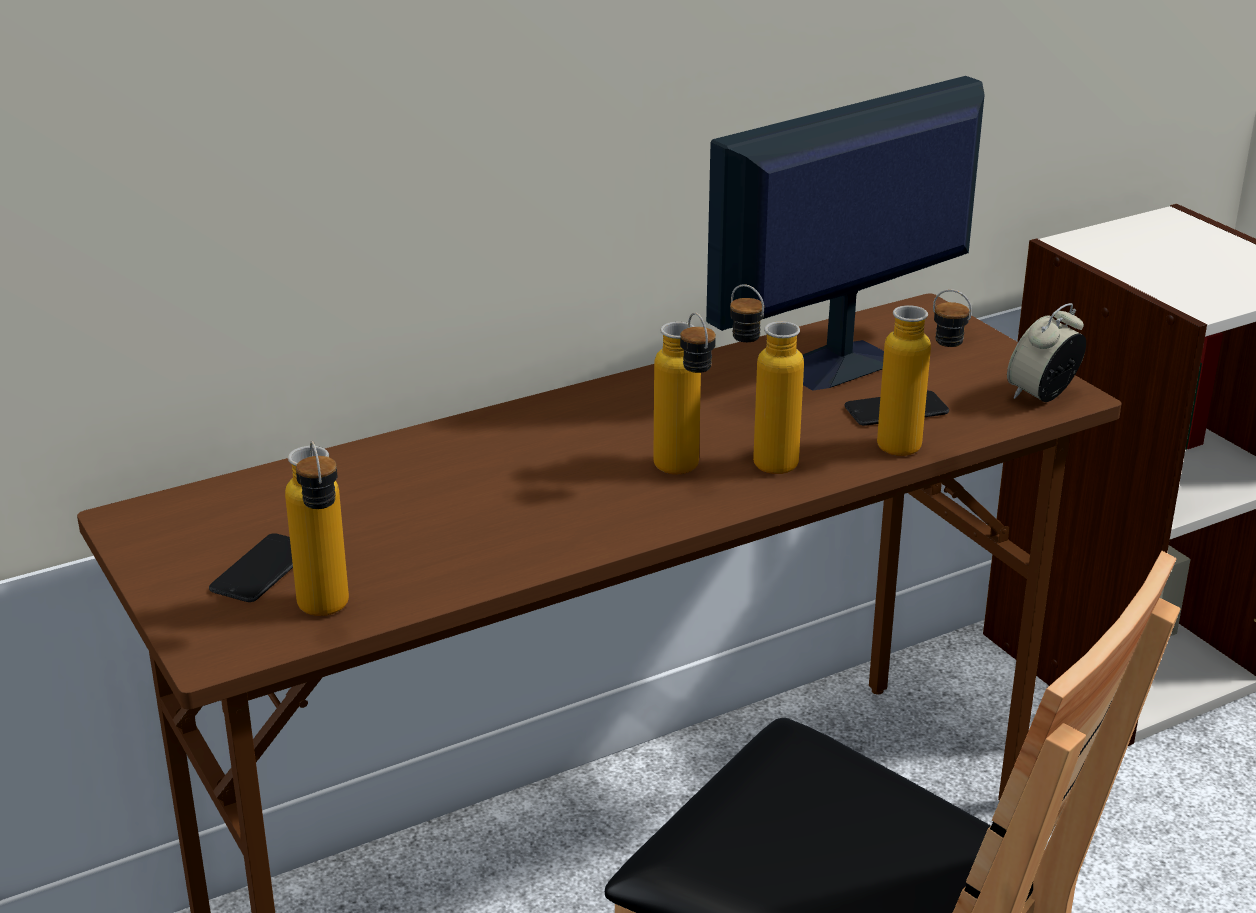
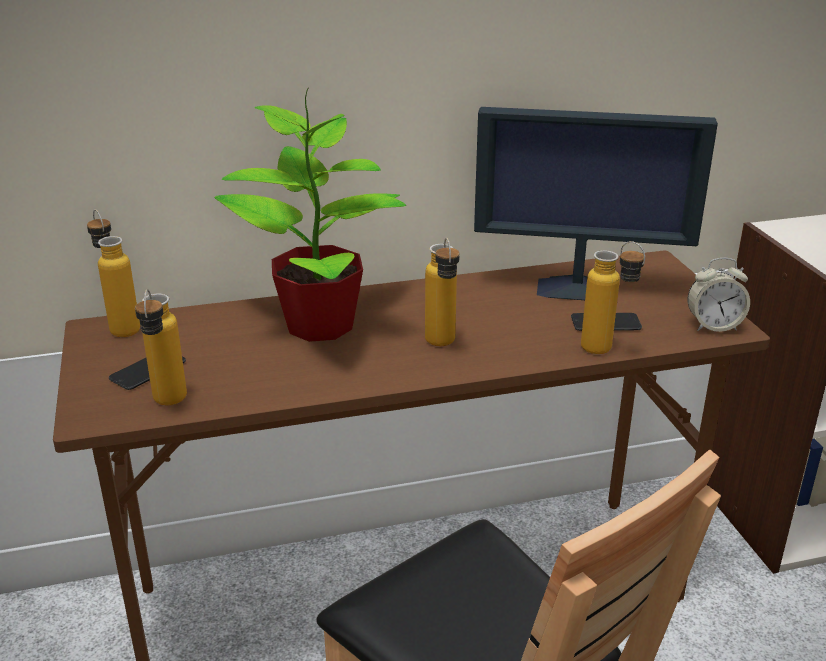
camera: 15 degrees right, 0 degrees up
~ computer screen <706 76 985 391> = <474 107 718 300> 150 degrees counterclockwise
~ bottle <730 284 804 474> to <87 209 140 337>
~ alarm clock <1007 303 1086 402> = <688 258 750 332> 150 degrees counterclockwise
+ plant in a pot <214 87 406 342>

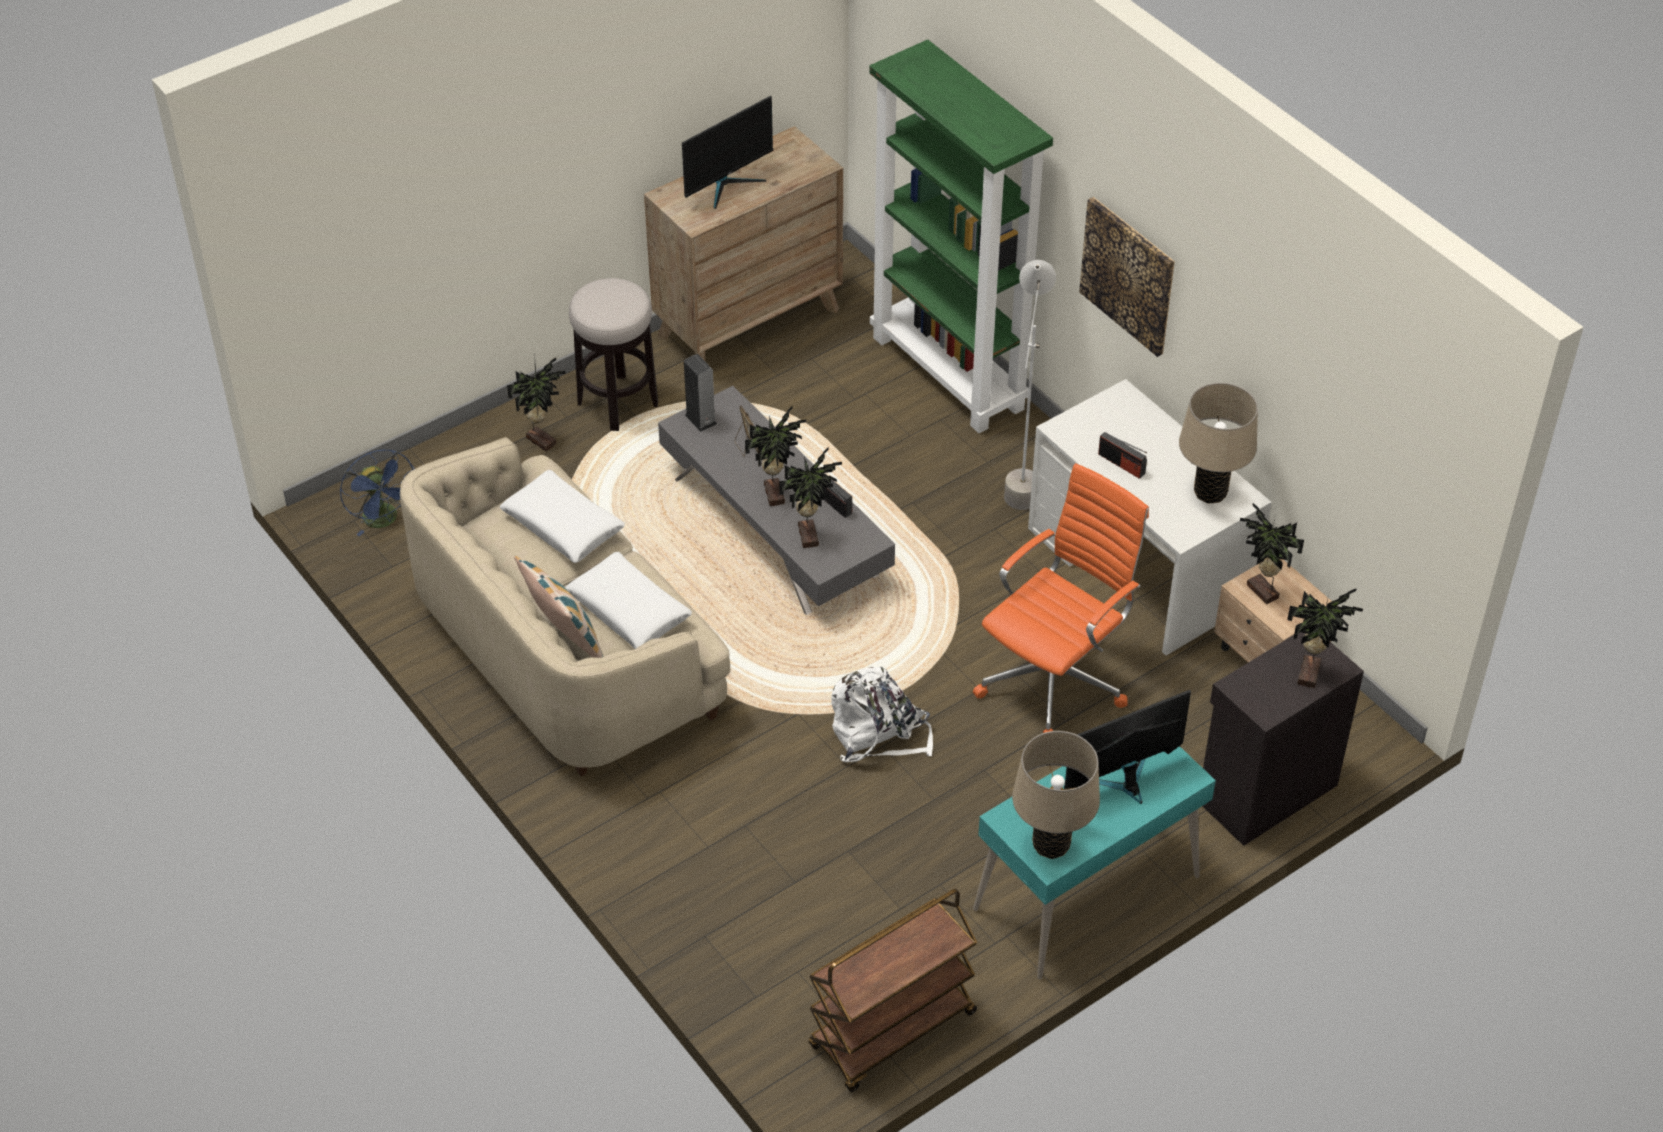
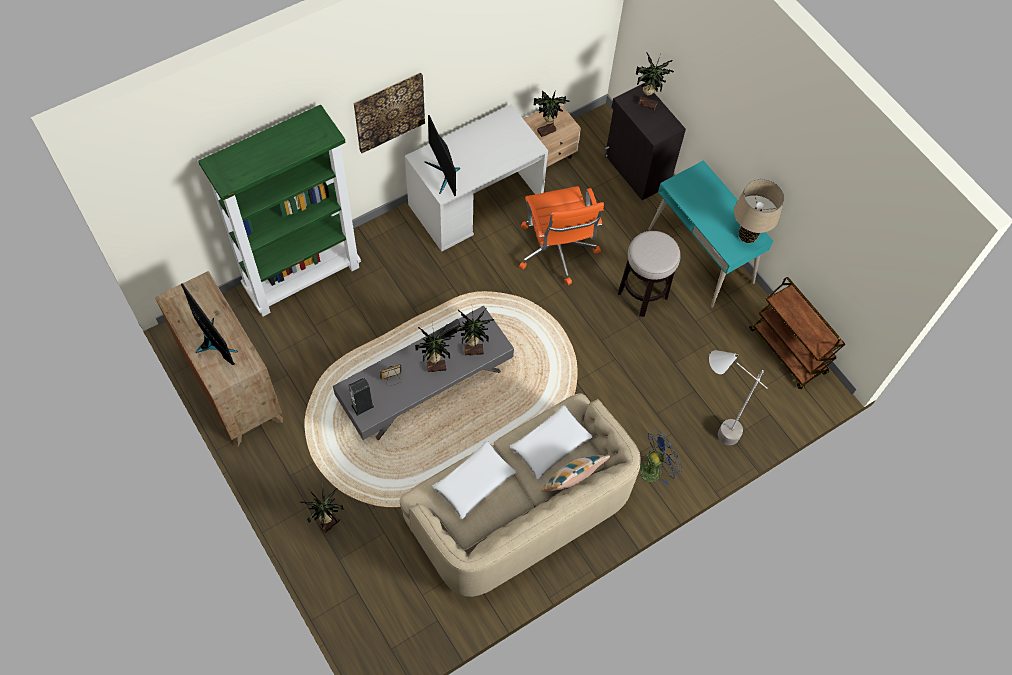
camera: 90 degrees left, 15 degrees up
~ fan (bluish) <340 450 415 536> to <639 429 682 485>
~ sitting stool <569 278 658 431> to <618 231 681 317>
- rucksack (white) <831 667 933 762>
~ office chair (orange) <973 463 1149 733> = <519 186 604 285> 150 degrees counterclockwise
~ standing lamp (greyish) <1004 260 1056 510> to <709 350 768 445>
~ computer screen <1064 690 1191 804> to <425 115 460 196>
- radio <1098 432 1147 479>
- tabletop lamp (beige-coloured) <1179 383 1258 504>

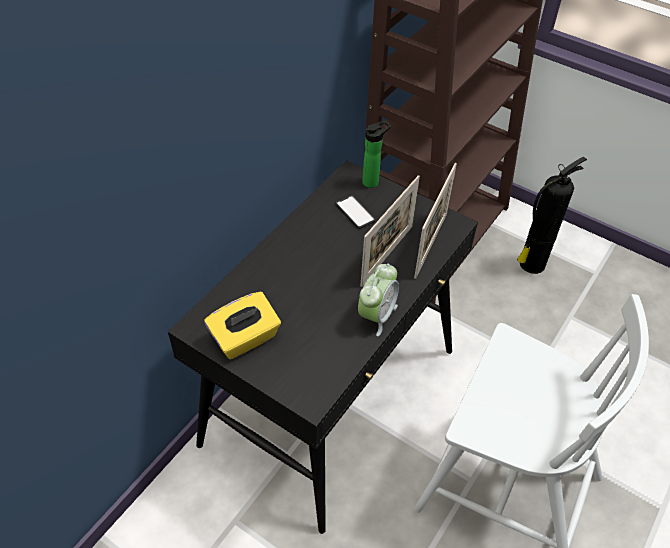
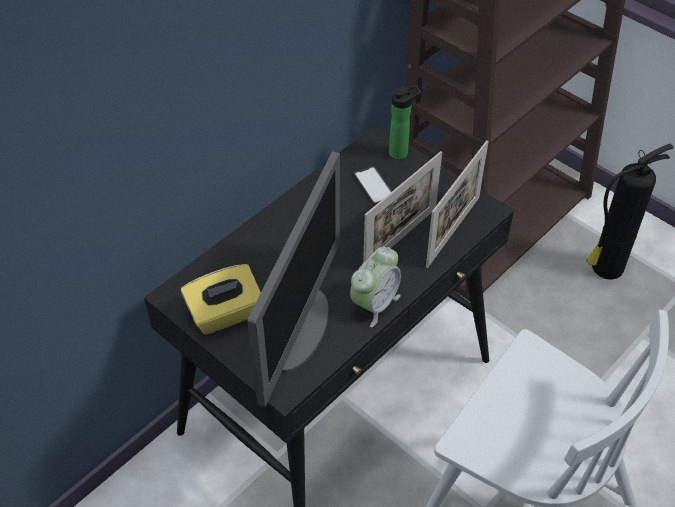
camera: 10 degrees right, 0 degrees up
+ computer screen <247 151 340 407>

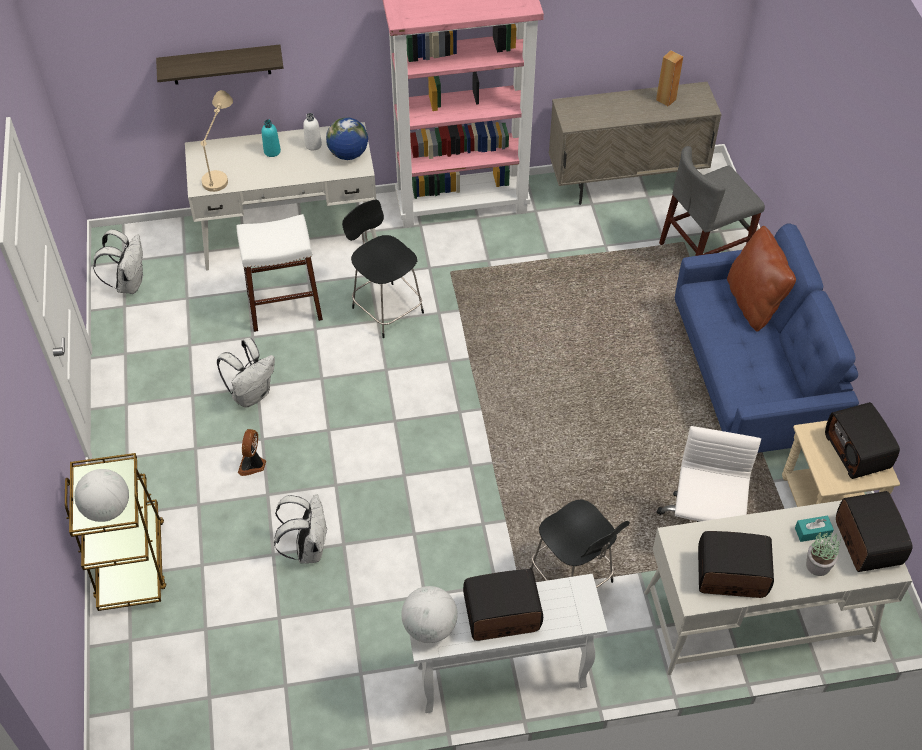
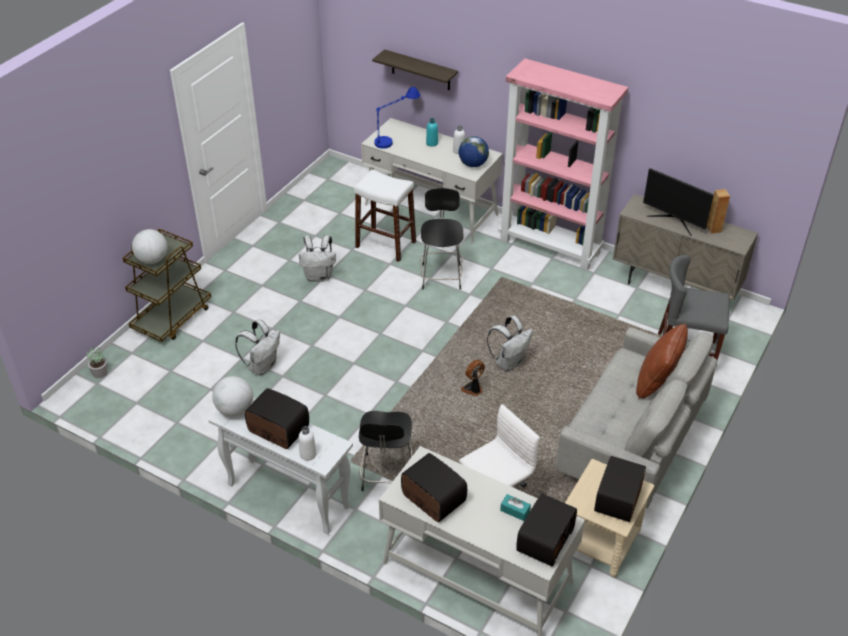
camera: 40 degrees right, 10 degrees down
~ rucksack (white) <93 229 143 294> to <487 316 533 371>
~ tabletop lamp (beige-coloured) <201 90 233 192> to tabletop lamp (bluish) <374 87 420 149>
~ fan <238 429 266 476> to <461 359 485 396>
~ sofa (bluish) <675 223 859 453> to sofa (greyish) <556 327 717 508>
~ plant in a pot <806 532 841 576> to <86 346 108 378>
+ bottle (white) <299 426 317 461>
+ computer screen <643 168 714 236>

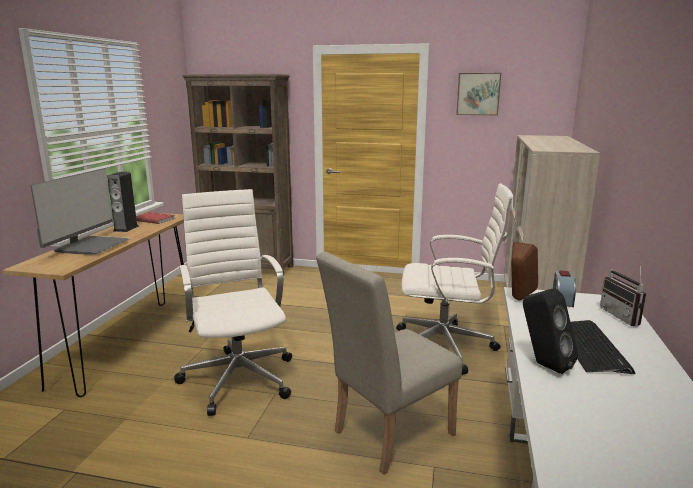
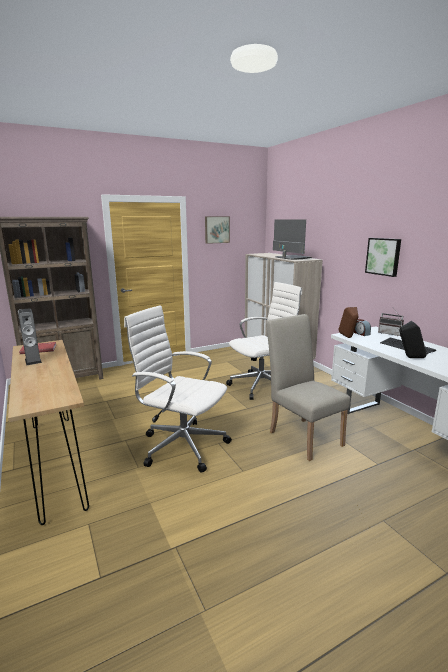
camera: 40 degrees left, 0 degrees up
~ computer screen <30 169 129 255> to <273 219 312 260>
~ plain chair (beige-coloured) <316 252 462 475> = <266 314 351 461> 135 degrees clockwise
+ wall picture <365 238 401 277>

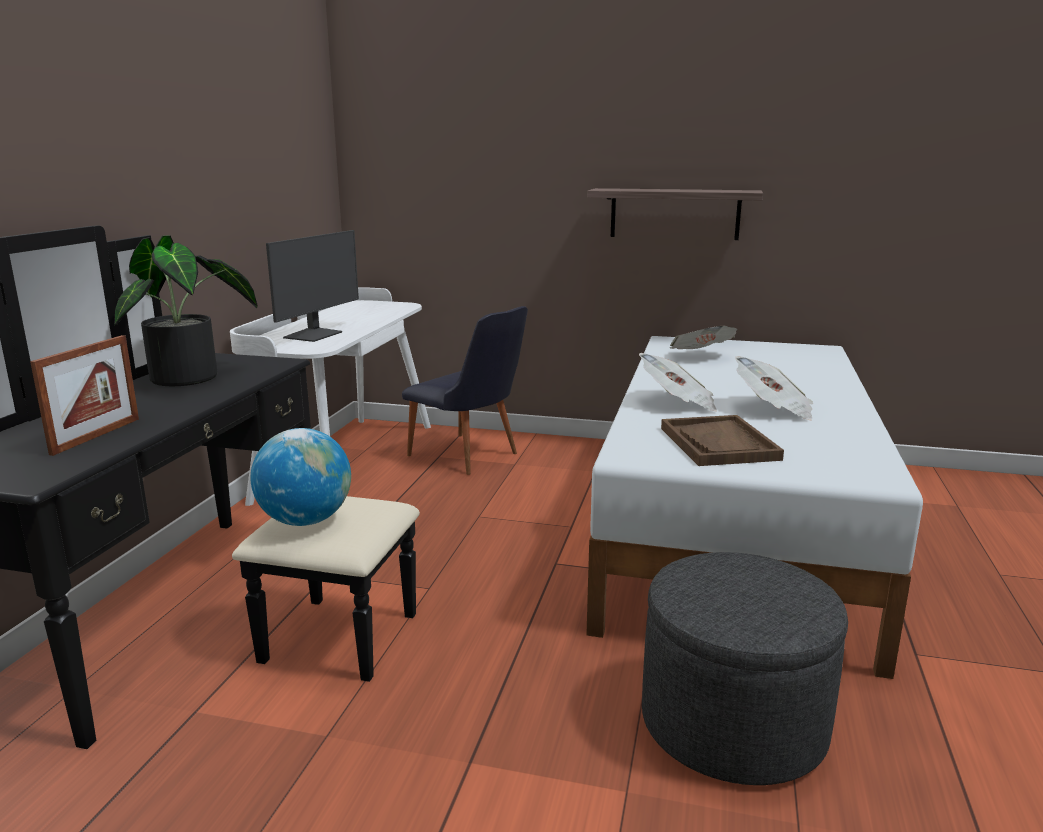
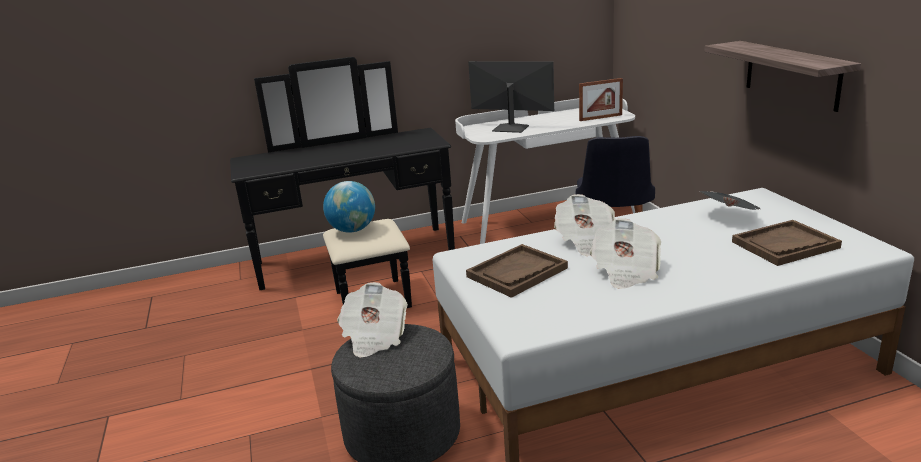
camera: 60 degrees right, 5 degrees up
~ photo frame <30 335 139 456> to <579 78 623 121>
- plant in a pot <114 235 258 386>
~ computer screen <266 230 359 342> = <468 61 554 133> 150 degrees counterclockwise
+ newspaper <337 282 408 358>
+ carrying tray (brown-coloured) <732 220 842 266>

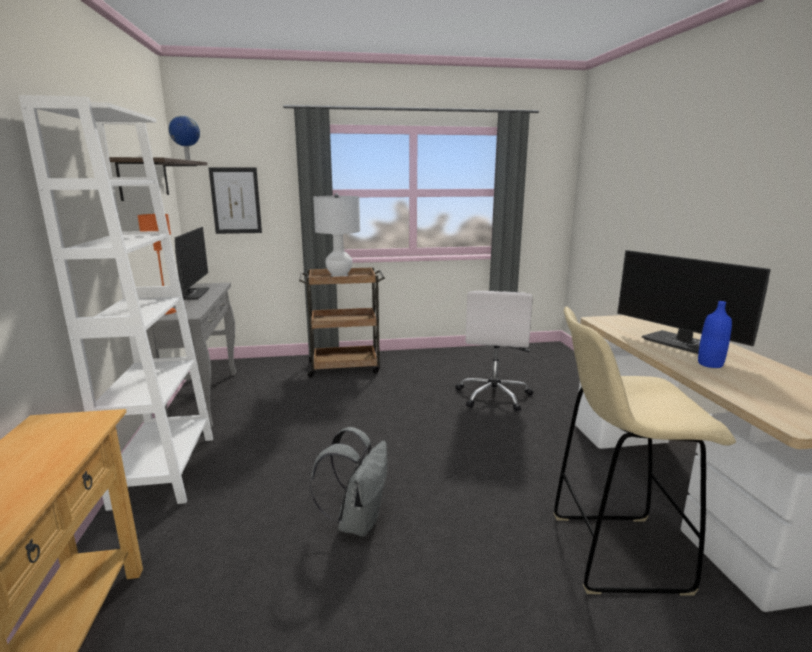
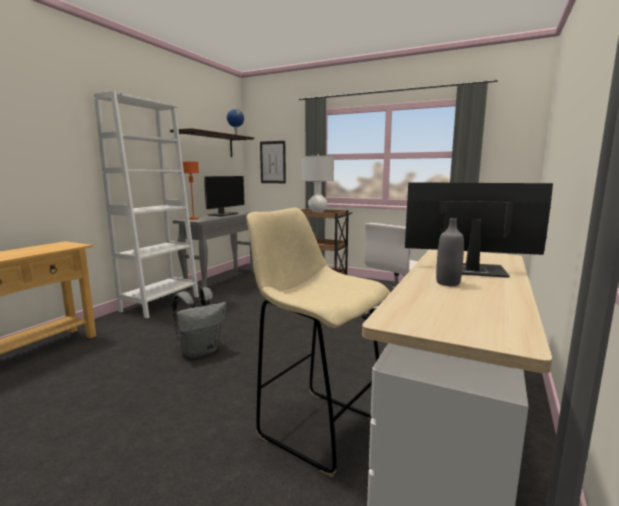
camera: 35 degrees right, 5 degrees down
~ computer screen <617 250 771 354> = <405 182 553 278> 105 degrees clockwise
~ bottle (bluish) <698 301 732 368> to bottle (greyish) <436 218 464 286>

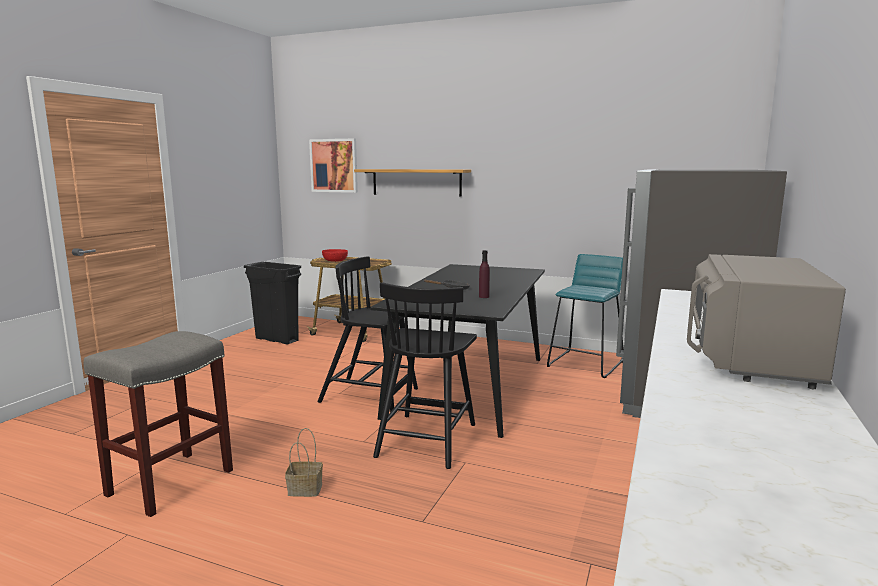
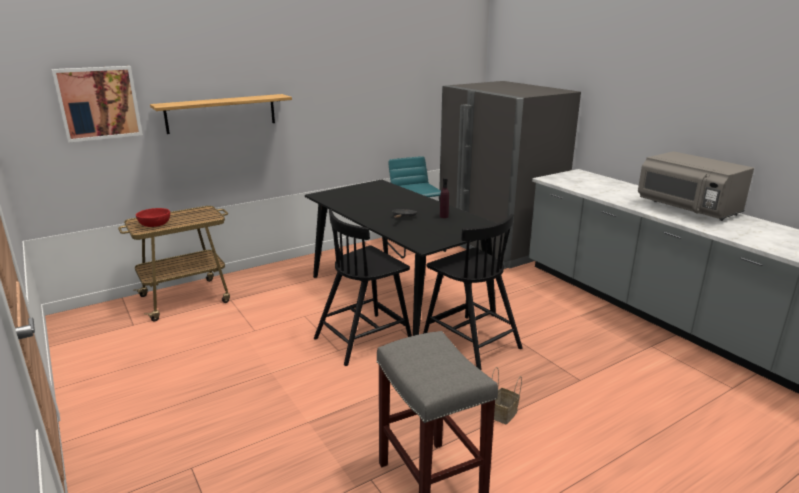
camera: 55 degrees left, 10 degrees up
- waste bin (black) <244 262 301 345>

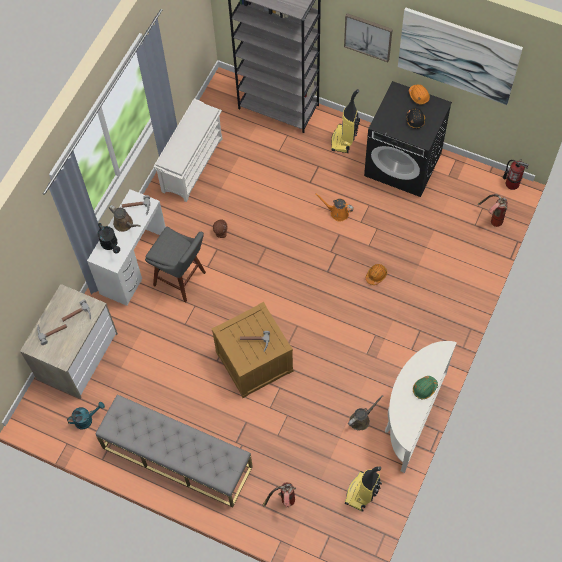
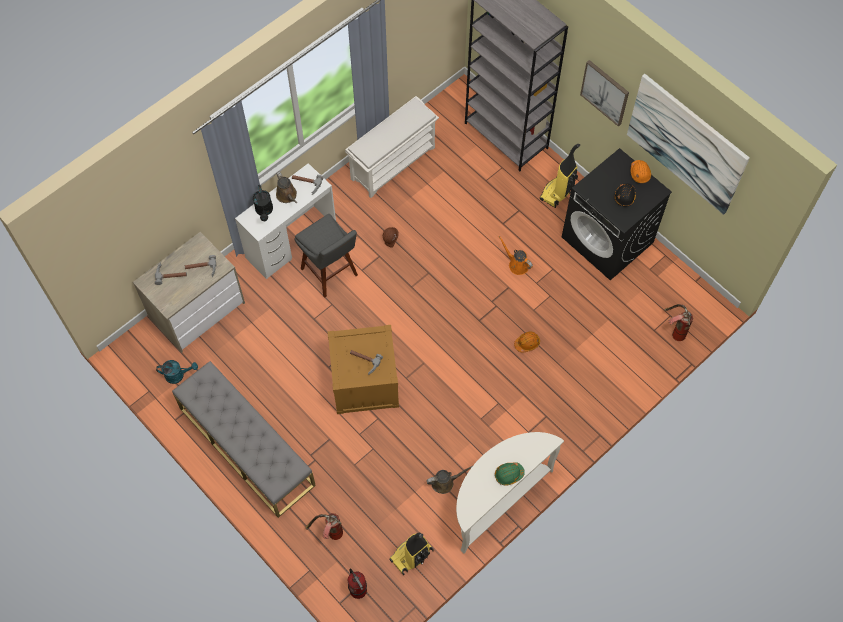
camera: 20 degrees right, 0 degrees up
~ extinguisher <503 159 529 190> to <348 569 367 599>

